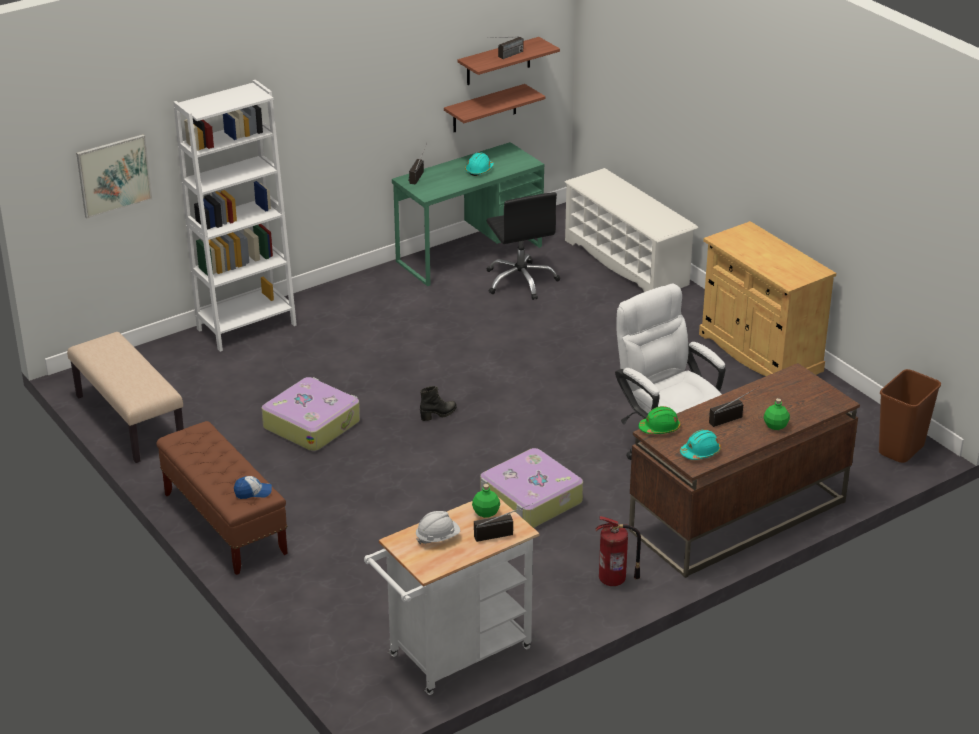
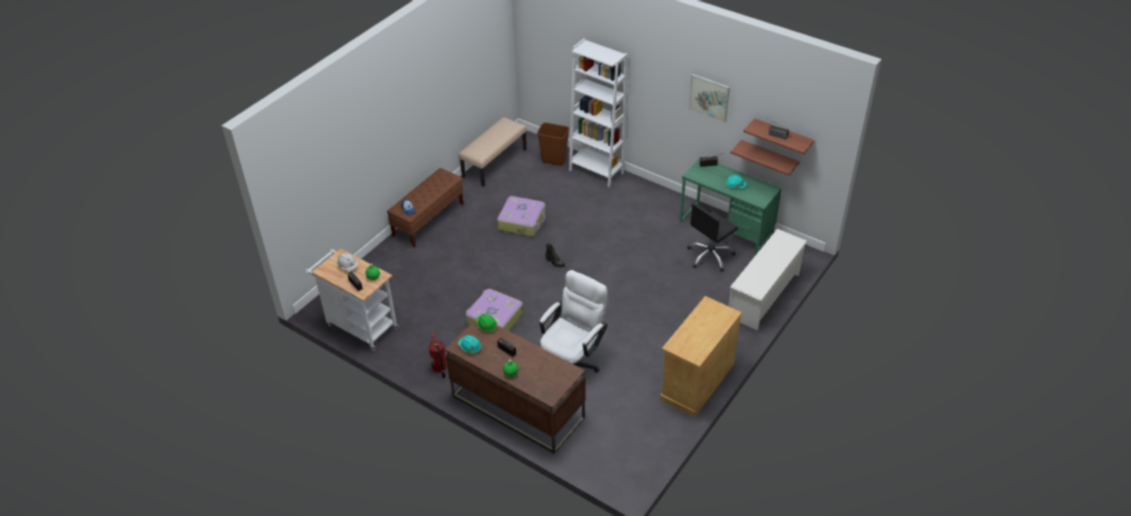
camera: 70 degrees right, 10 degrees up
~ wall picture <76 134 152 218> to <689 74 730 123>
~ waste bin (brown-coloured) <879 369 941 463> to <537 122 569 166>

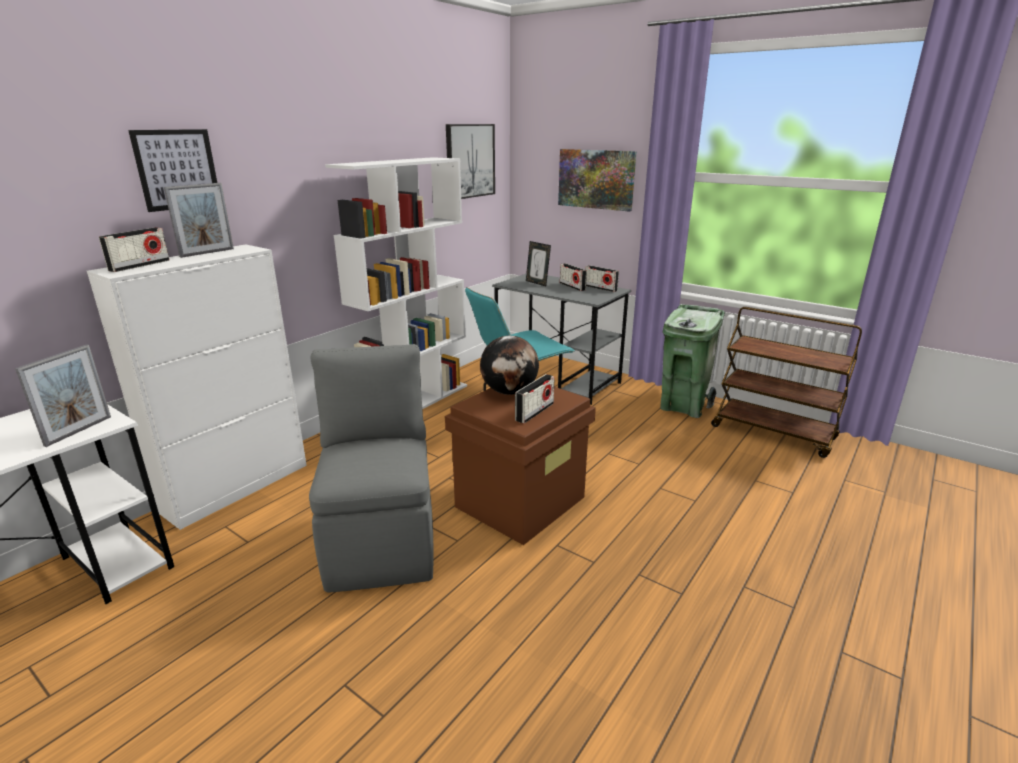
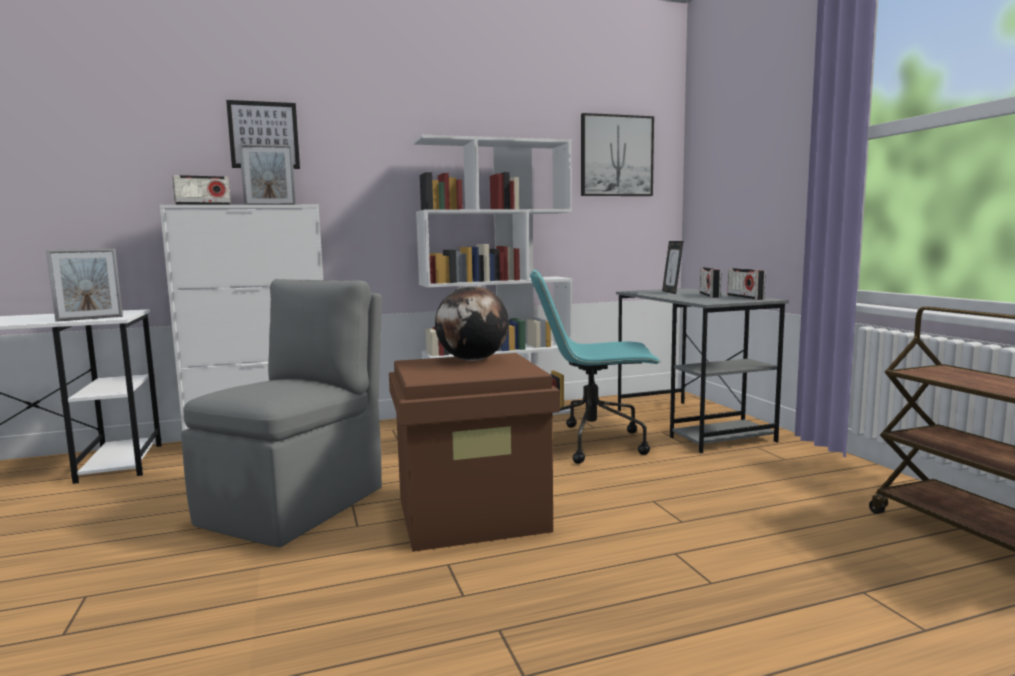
camera: 35 degrees right, 15 degrees down
- radio <515 374 555 423>
- wall picture <558 149 637 212>
- waste bin (green) <660 304 725 418>

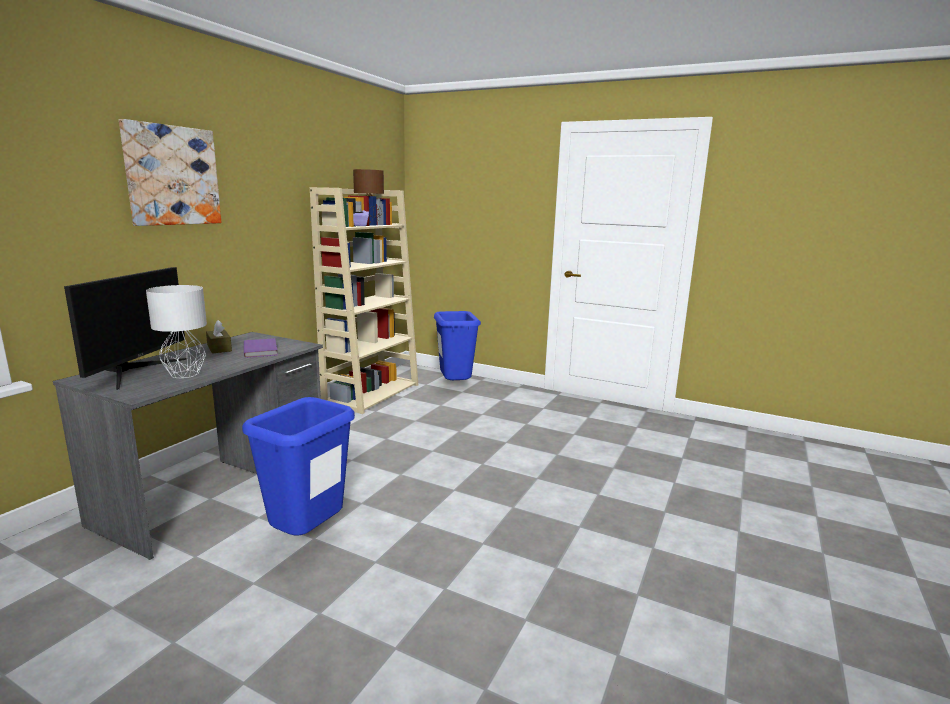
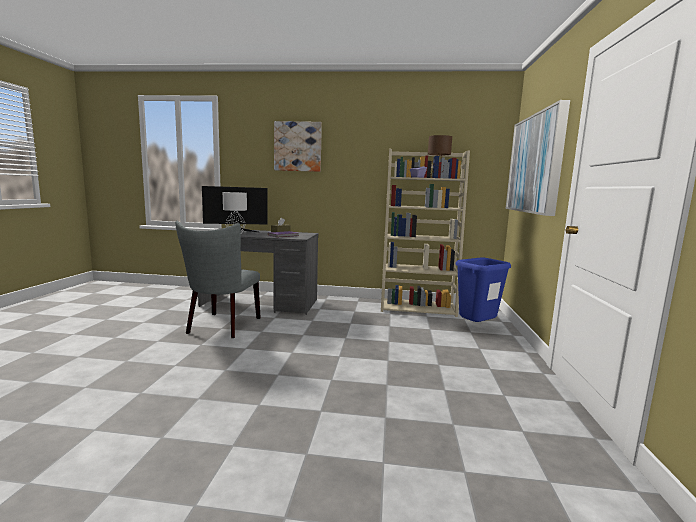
camera: 70 degrees right, 5 degrees down
~ waste bin (bluish) <242 397 355 536> to plain chair (greyish) <175 221 261 338>
+ wall picture <506 100 570 216>

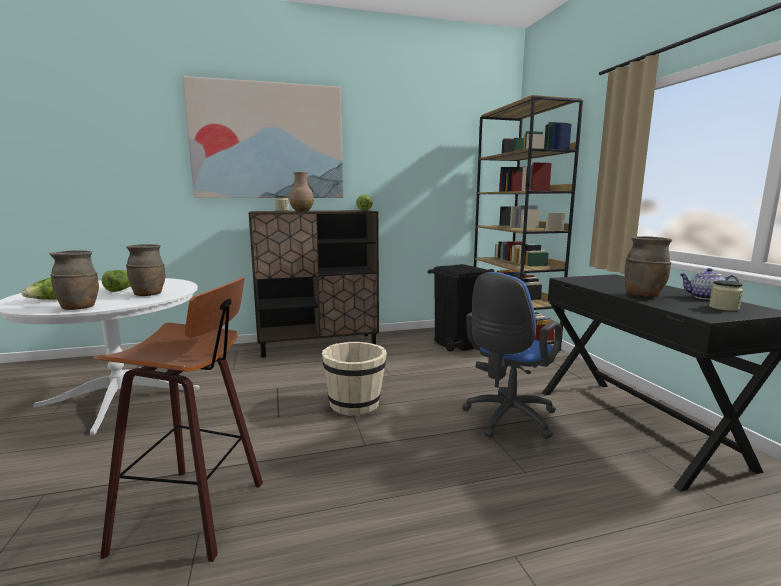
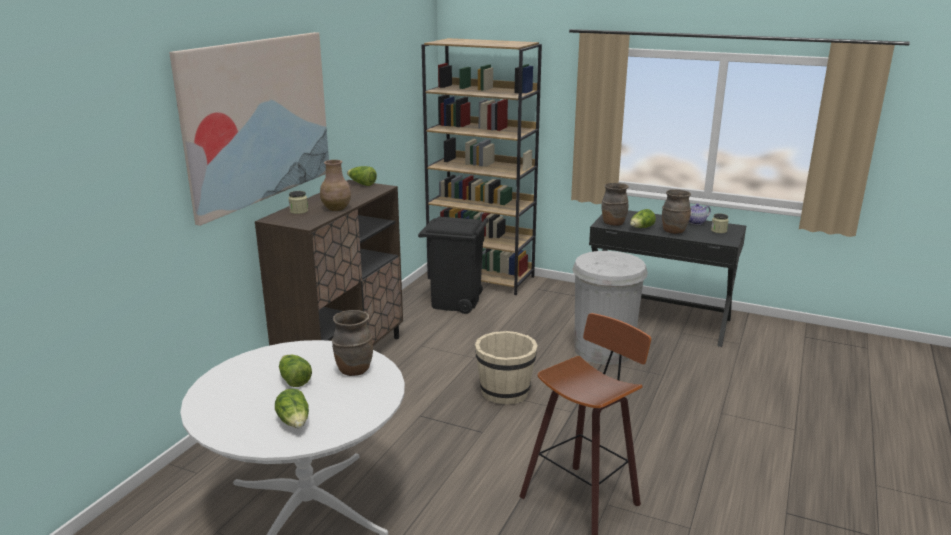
camera: 50 degrees left, 10 degrees up
~ flower vase (brown-coloured) <50 250 99 310> to <601 183 629 226>
~ office chair (bluish) <462 272 562 439> to waste bin (white) <572 251 648 365>
+ lettuce head <630 209 656 228>

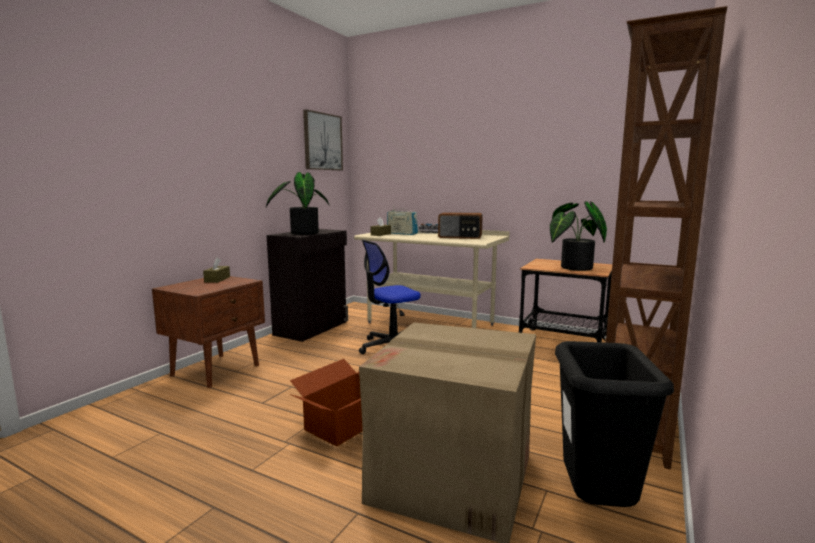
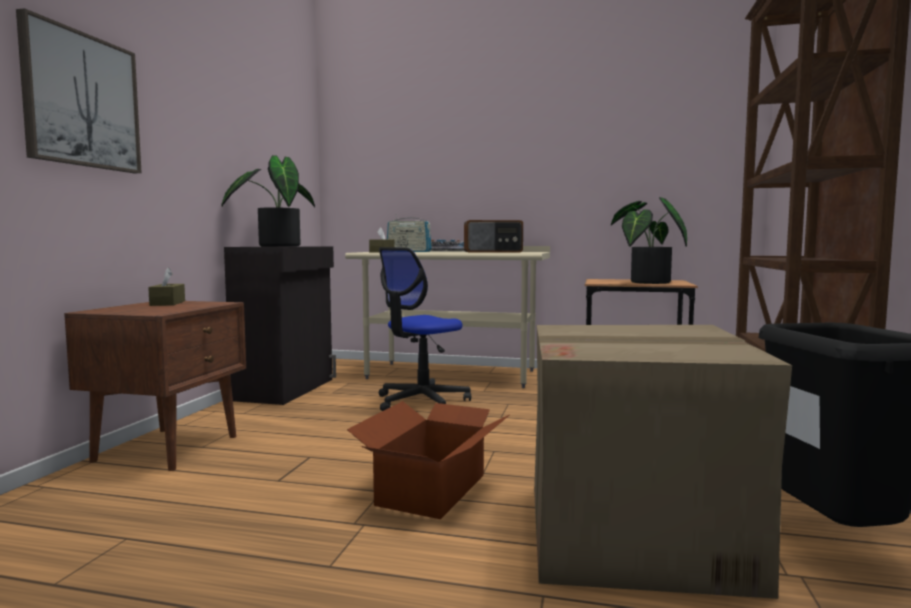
camera: 15 degrees left, 5 degrees down
~ wall picture <303 109 343 170> to <16 8 142 173>

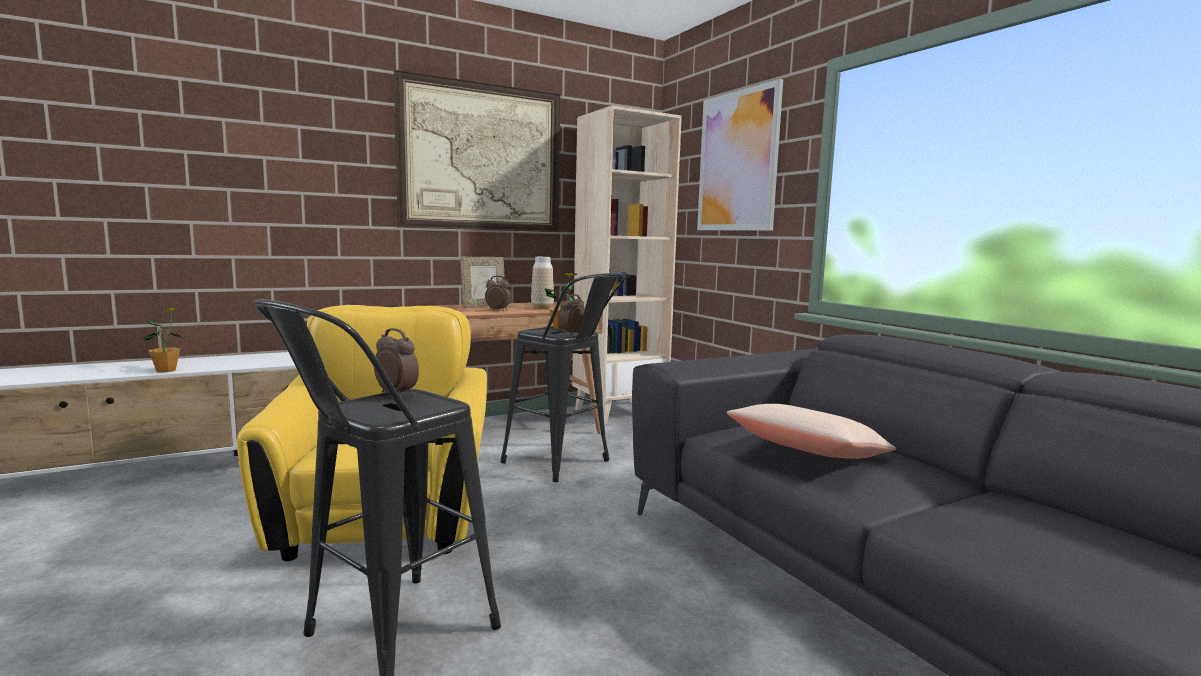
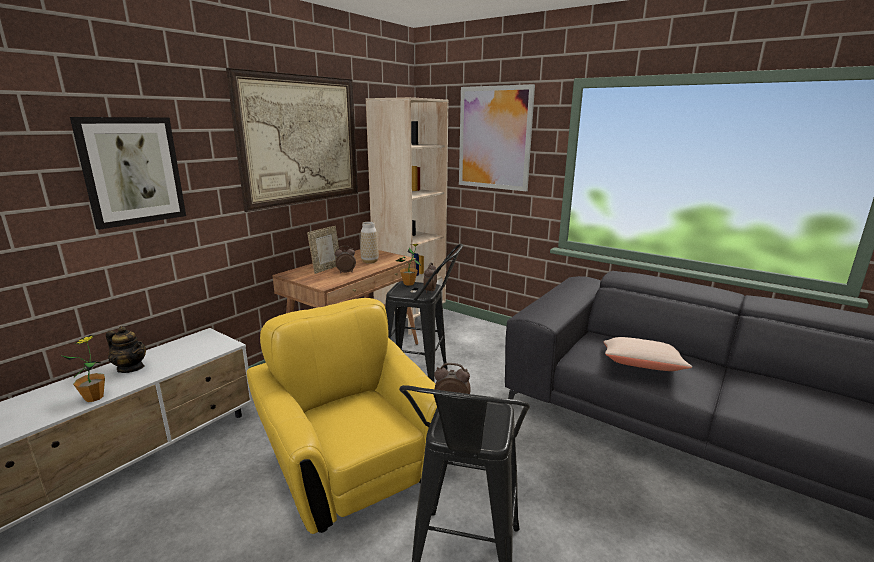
camera: 25 degrees left, 10 degrees up
+ wall picture <70 117 186 230>
+ teapot <106 326 146 373>

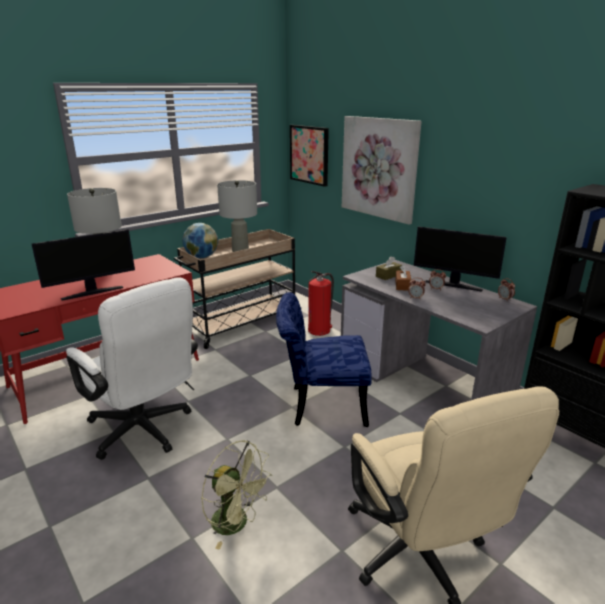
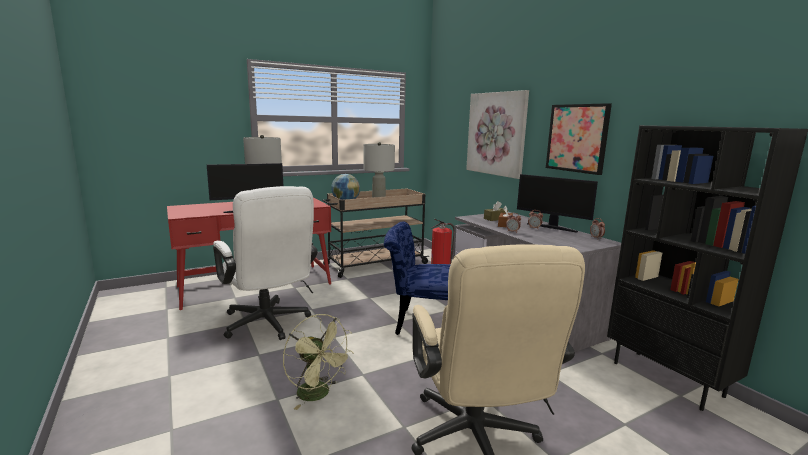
camera: 10 degrees right, 10 degrees down
~ wall picture <290 125 329 187> to <546 103 612 175>

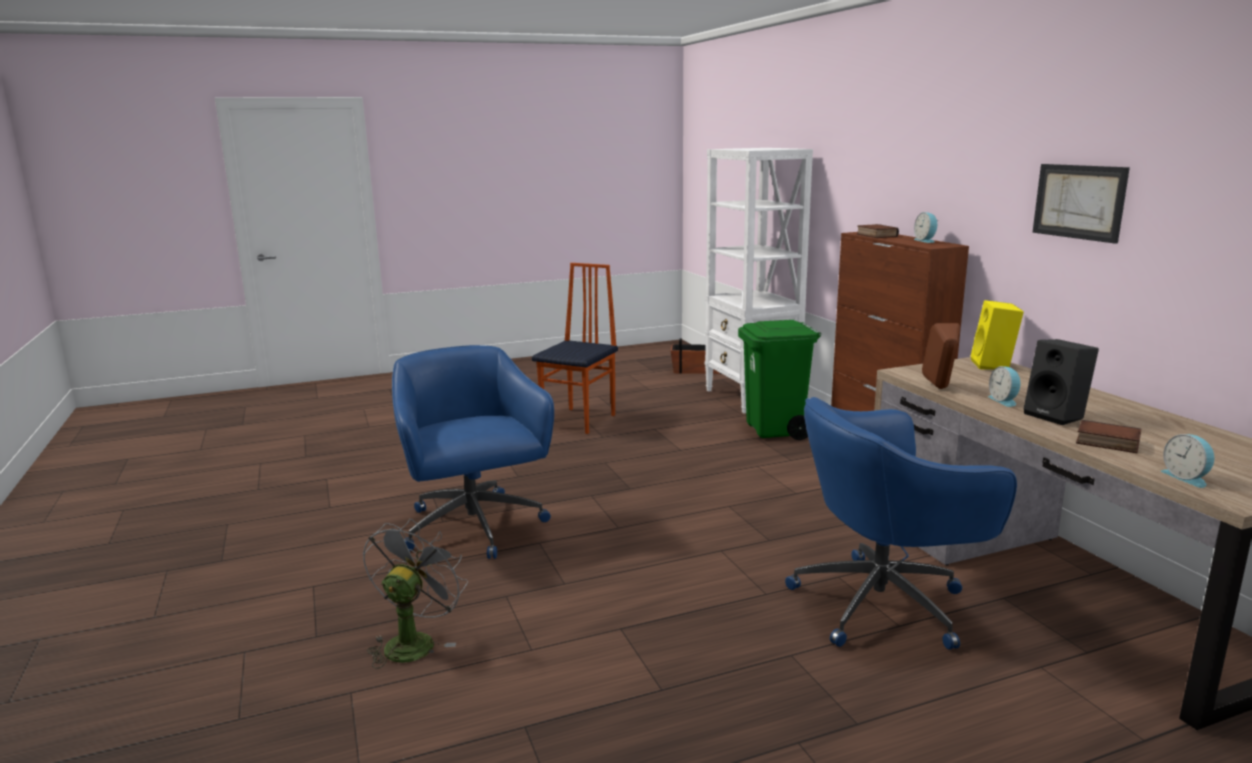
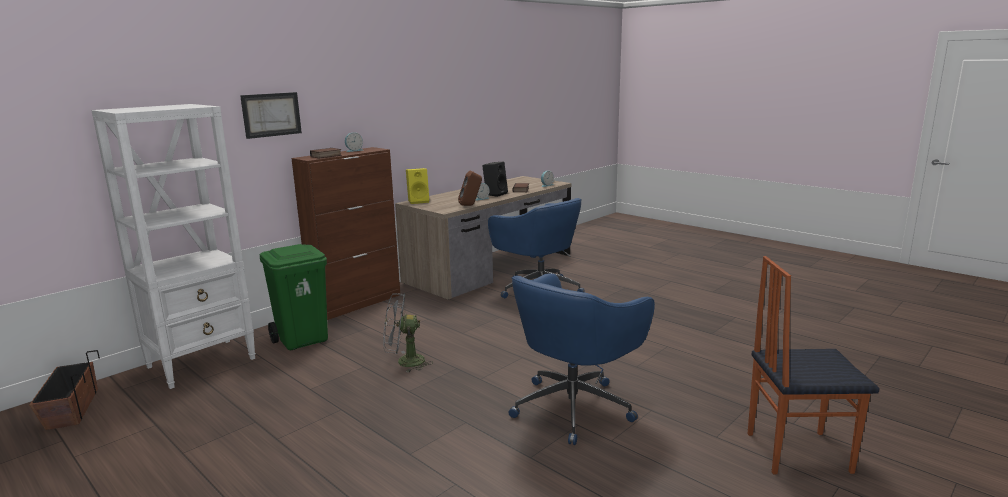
camera: 115 degrees left, 0 degrees up
~ fan (greyish) <363 519 468 669> to <383 293 431 373>
~ plain chair <532 263 618 434> to <748 256 880 474>
~ wall picture <1032 164 1130 244> to <240 92 302 139>

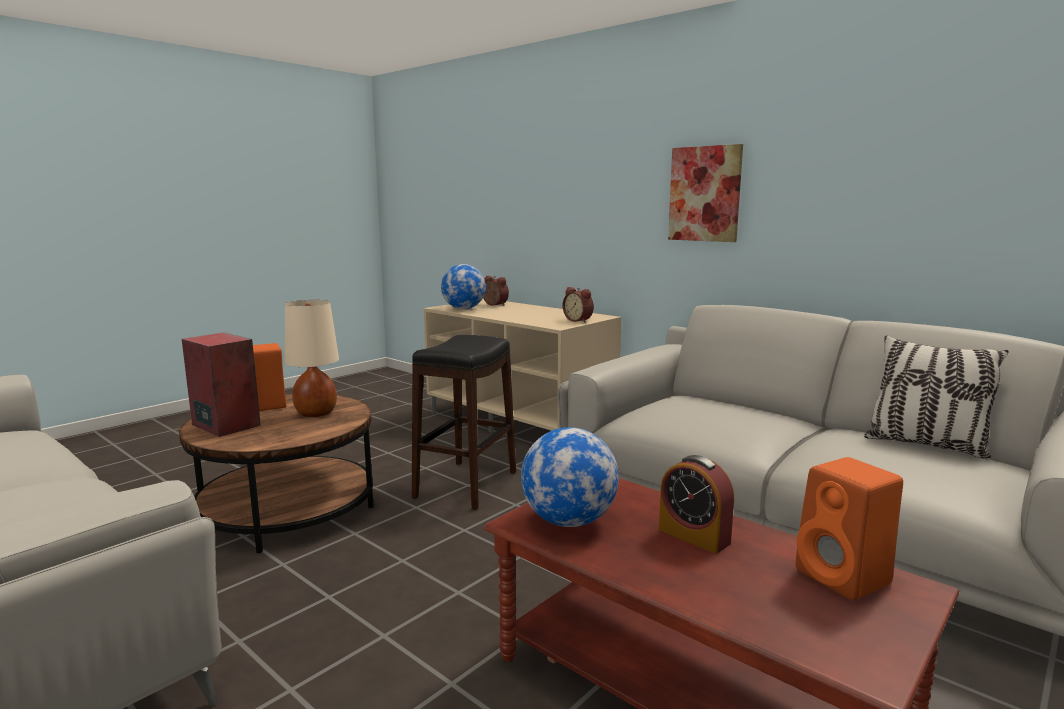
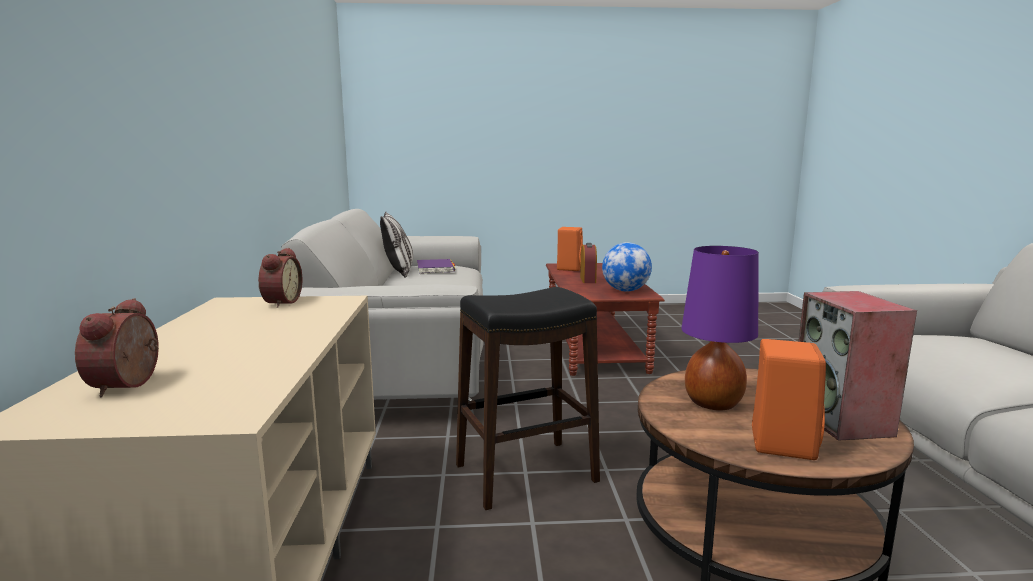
camera: 135 degrees left, 0 degrees up
~ tabletop lamp (beige-coloured) <285 300 339 417> to tabletop lamp (purple) <681 246 759 411>
- world globe <441 264 486 309>
- wall picture <668 144 743 242>
+ book (purple) <417 259 455 274>

